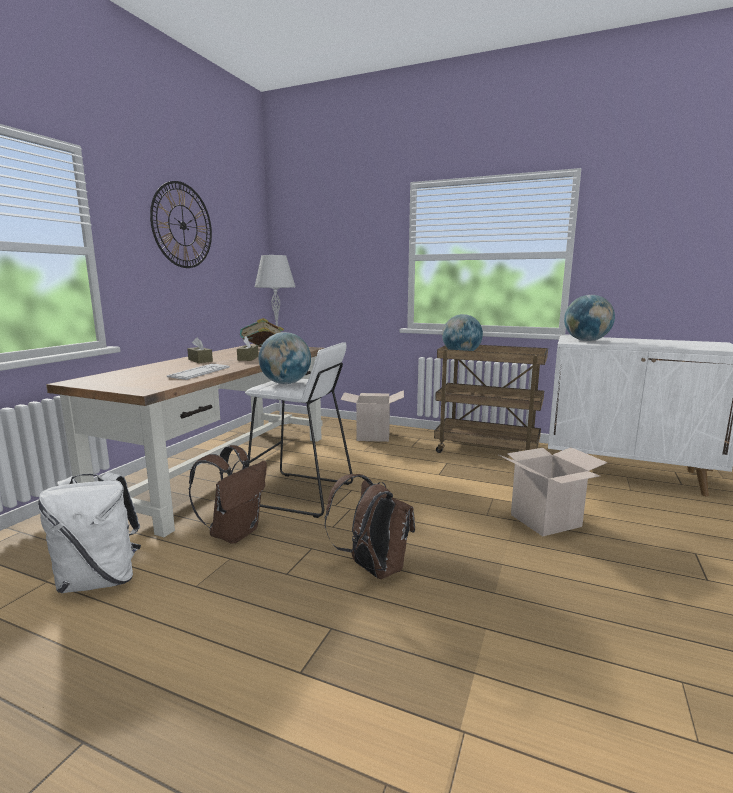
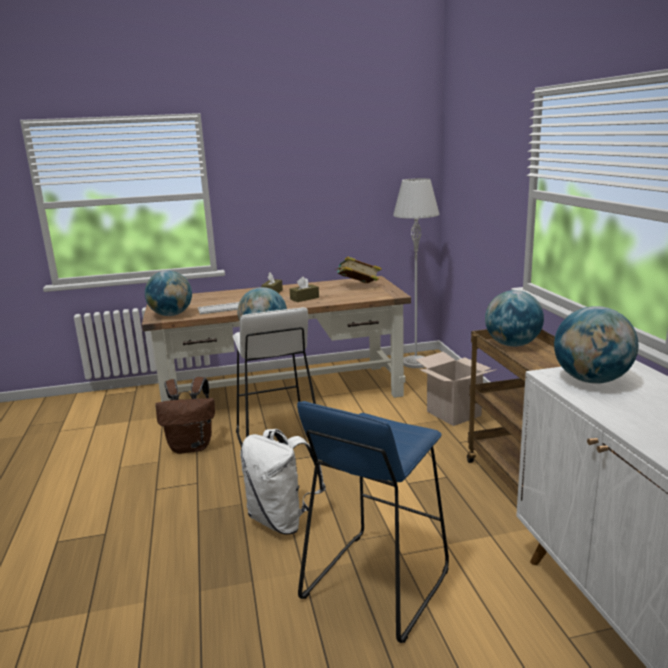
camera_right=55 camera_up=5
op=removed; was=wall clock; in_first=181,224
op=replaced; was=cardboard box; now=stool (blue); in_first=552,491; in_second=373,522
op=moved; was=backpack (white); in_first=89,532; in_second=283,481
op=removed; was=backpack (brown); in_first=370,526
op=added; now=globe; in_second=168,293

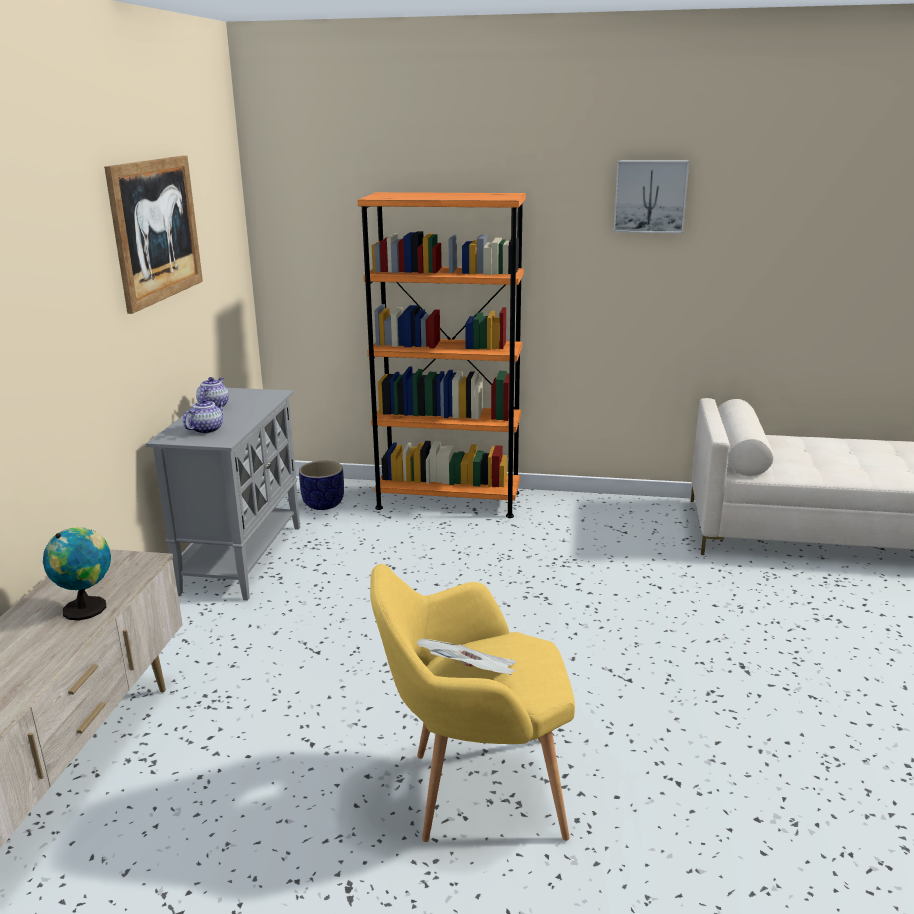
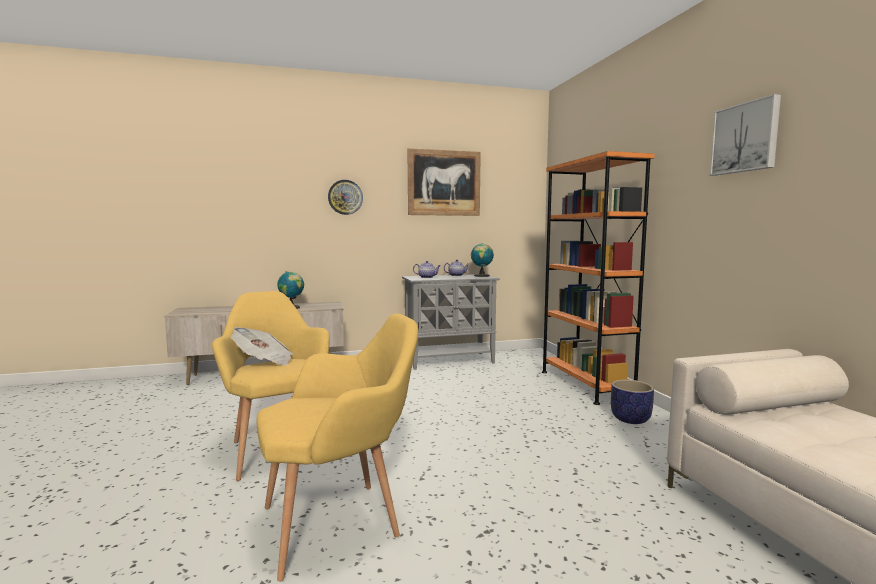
camera_right=65 camera_up=-15
op=moved; was=planter; in_first=321,485; in_second=632,401
op=added; now=wall clock; in_second=345,197
op=added; now=globe; in_second=482,260
op=added; now=armchair (yellow); in_second=337,448

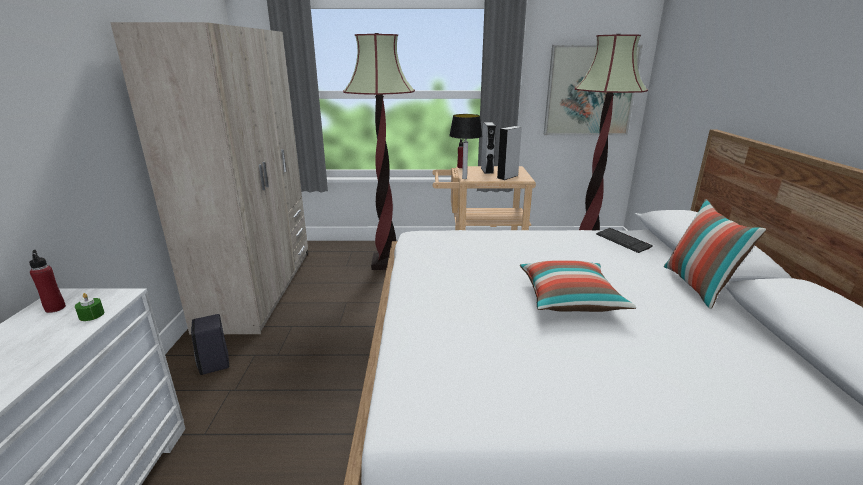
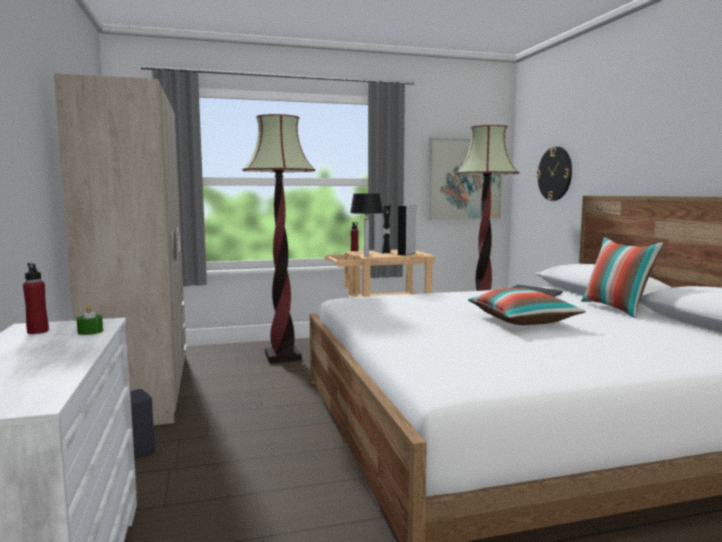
camera_right=-15 camera_up=-15
op=added; now=wall clock; in_second=554,174

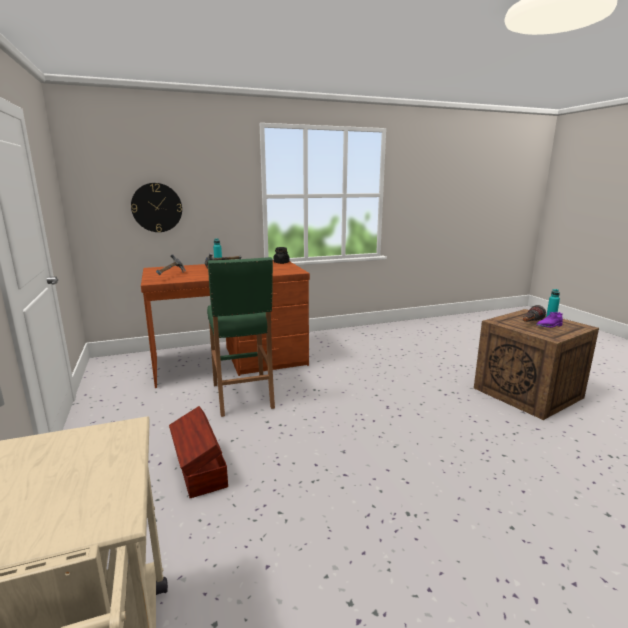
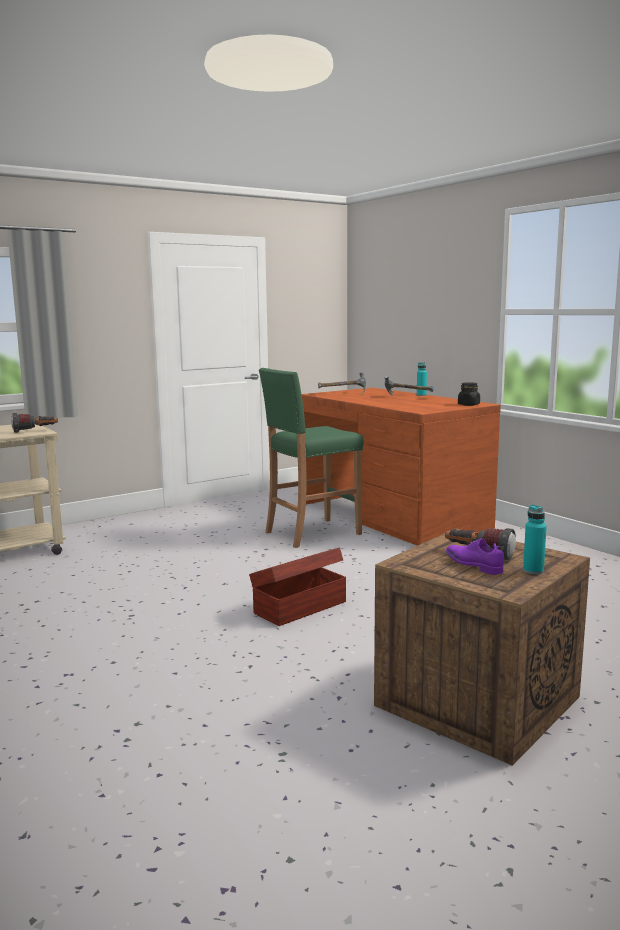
camera_right=75 camera_up=-5
op=removed; was=wall clock; in_first=156,207
op=moved; was=storage box (brown); in_first=198,452; in_second=297,587
op=added; now=flashlight; in_second=34,423

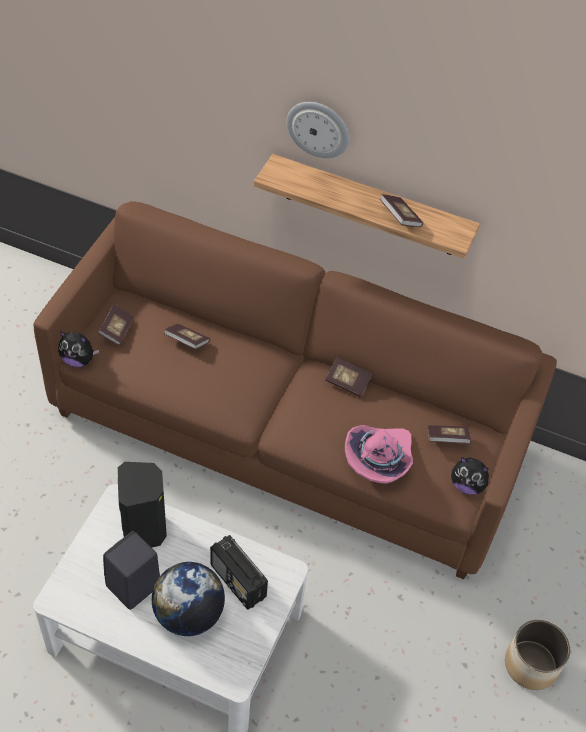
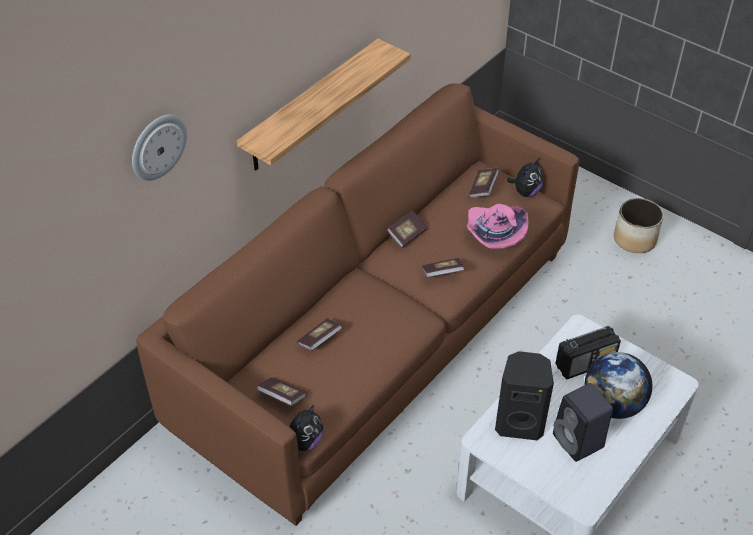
camera_right=-70 camera_up=-5
op=moved; was=wall clock; in_first=318,130; in_second=159,147
op=moved; was=book; in_first=401,210; in_second=443,268

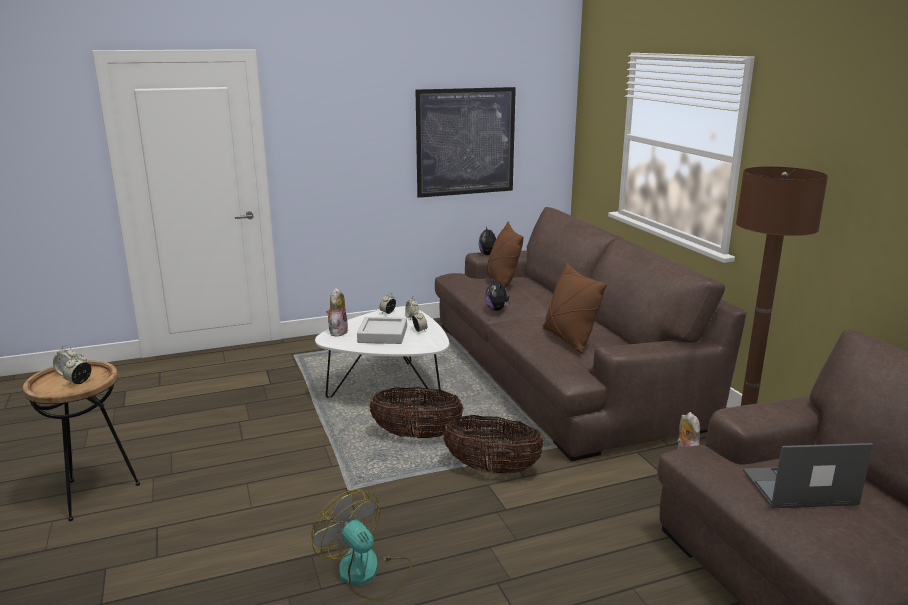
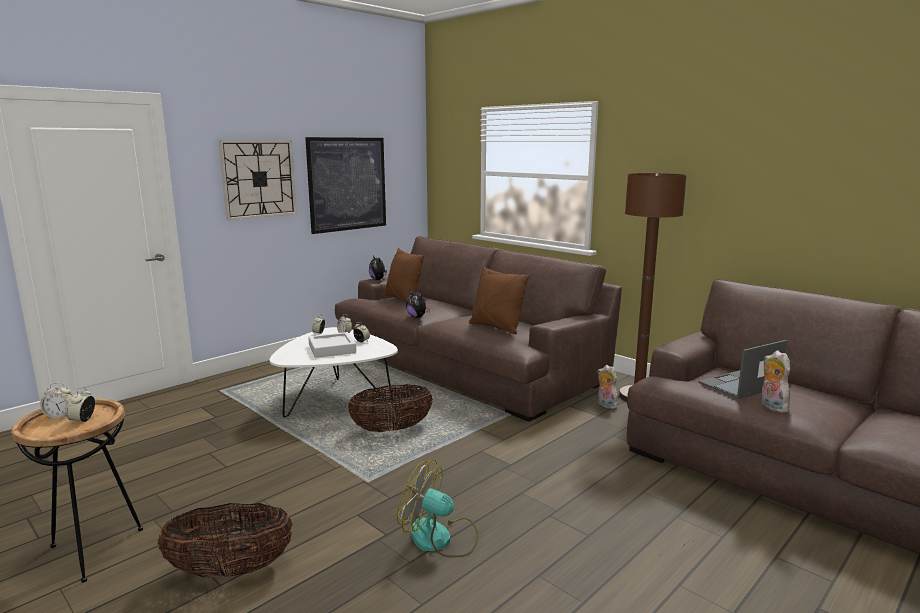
camera_right=-25 camera_up=-5
op=moved; was=plush toy; in_first=337,312; in_second=775,381
op=moved; was=basket; in_first=493,444; in_second=225,540
op=added; now=wall clock; in_second=258,180

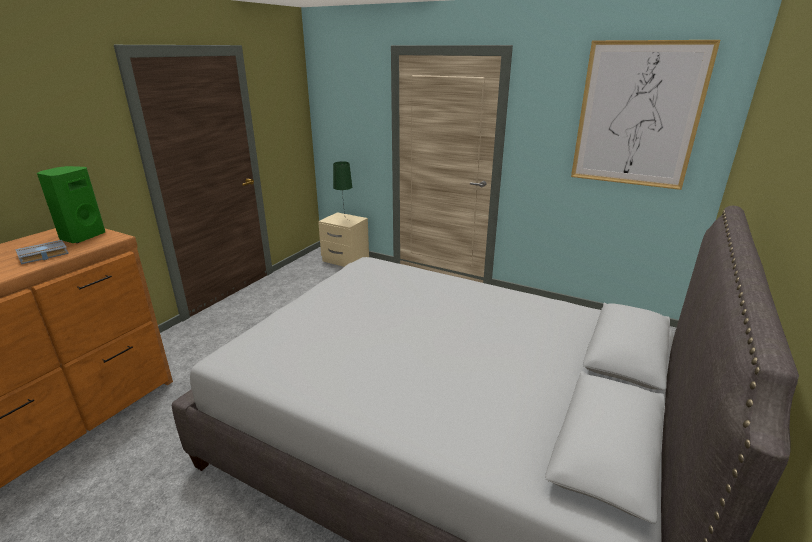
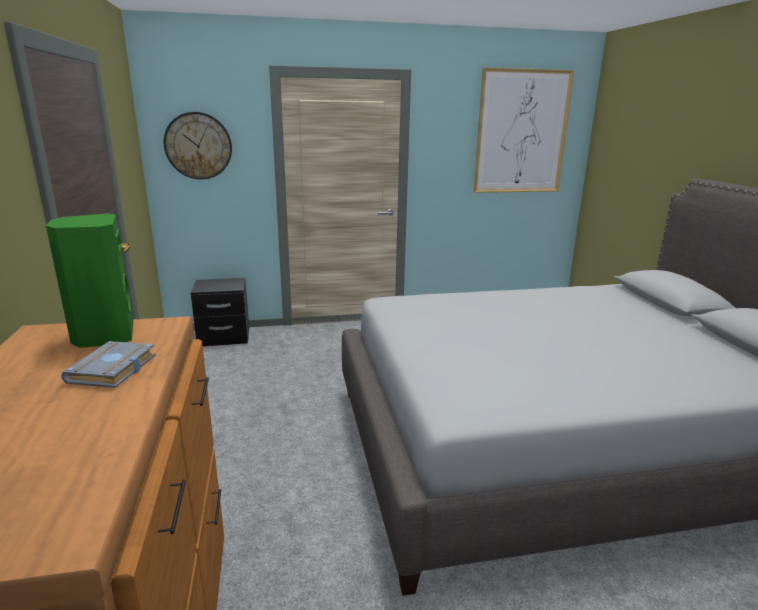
camera_right=-40 camera_up=-5
op=removed; was=table lamp (green); in_first=342,190
op=recoloured; was=nightstand (beige); now=nightstand (black); in_first=343,239; in_second=220,312
op=added; now=wall clock; in_second=198,146

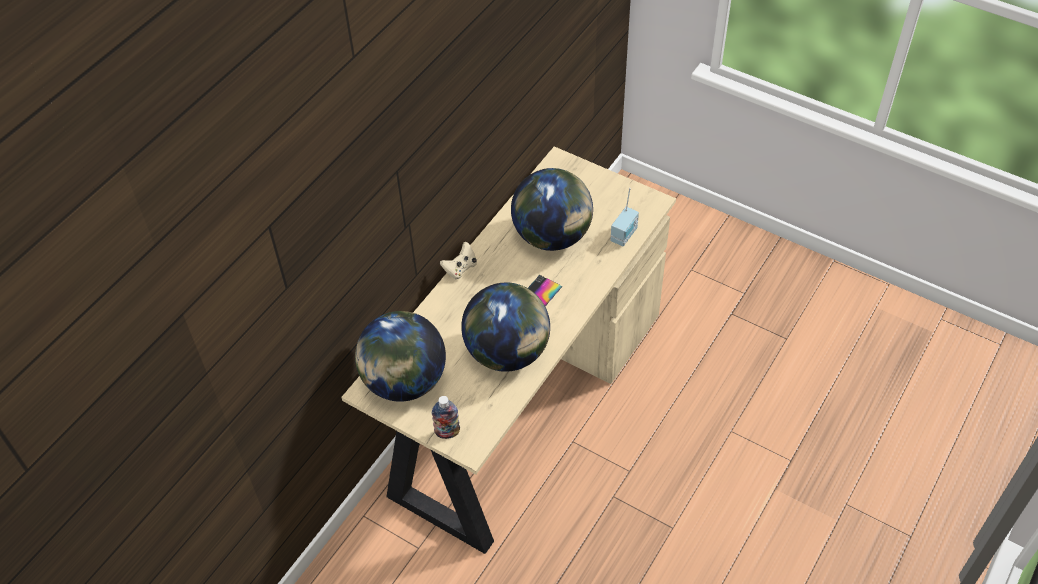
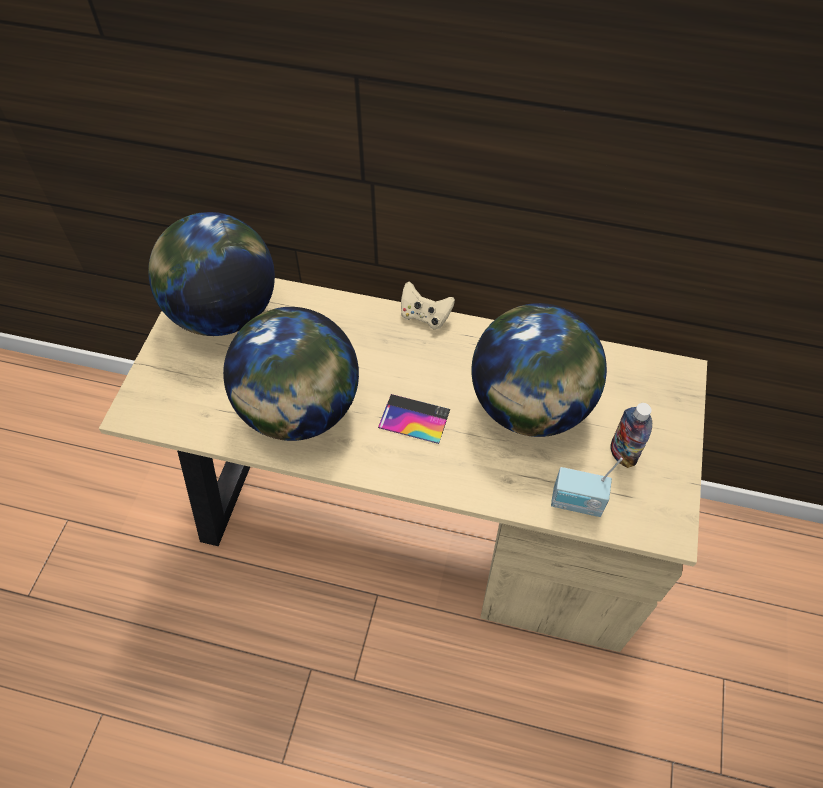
camera_right=70 camera_up=5
op=moved; was=bottle; in_first=446,417; in_second=631,435

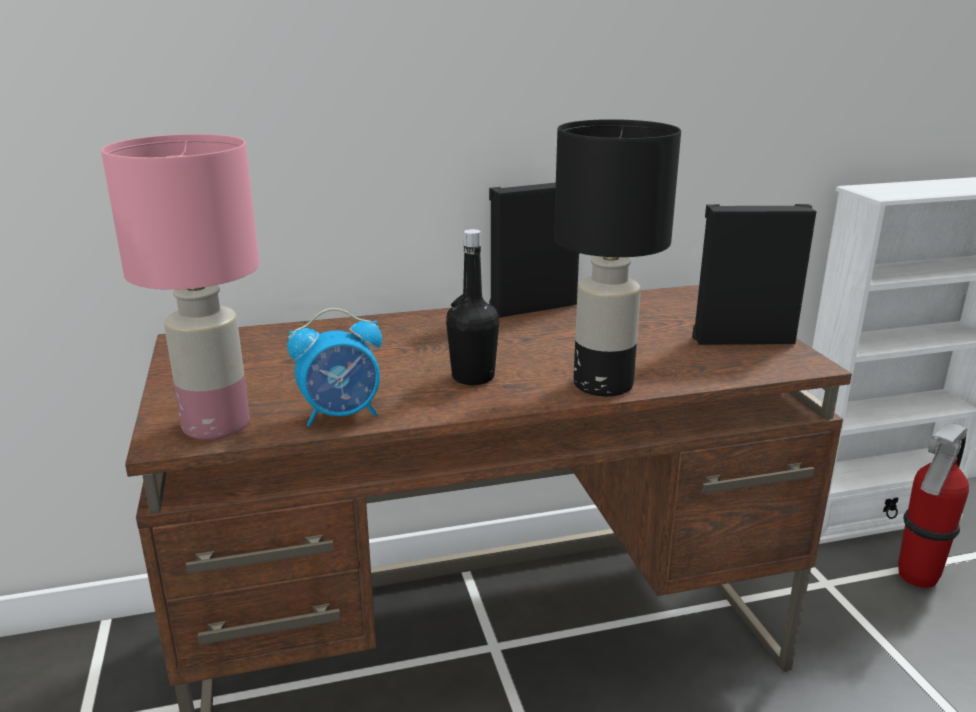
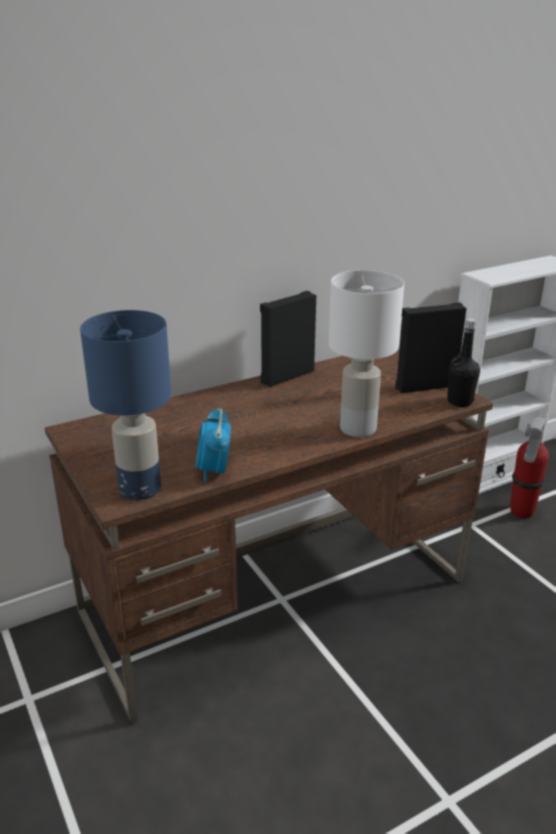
camera_right=-15 camera_up=5
op=recoloured; was=table lamp (black); now=table lamp (white); in_first=617,257; in_second=366,353
op=recoloured; was=table lamp (pink); now=table lamp (blue); in_first=180,287; in_second=125,405
op=moved; was=bottle (black); in_first=473,307; in_second=463,362
op=turned; was=alarm clock; in_first=334,367; in_second=213,445; clockwise=120

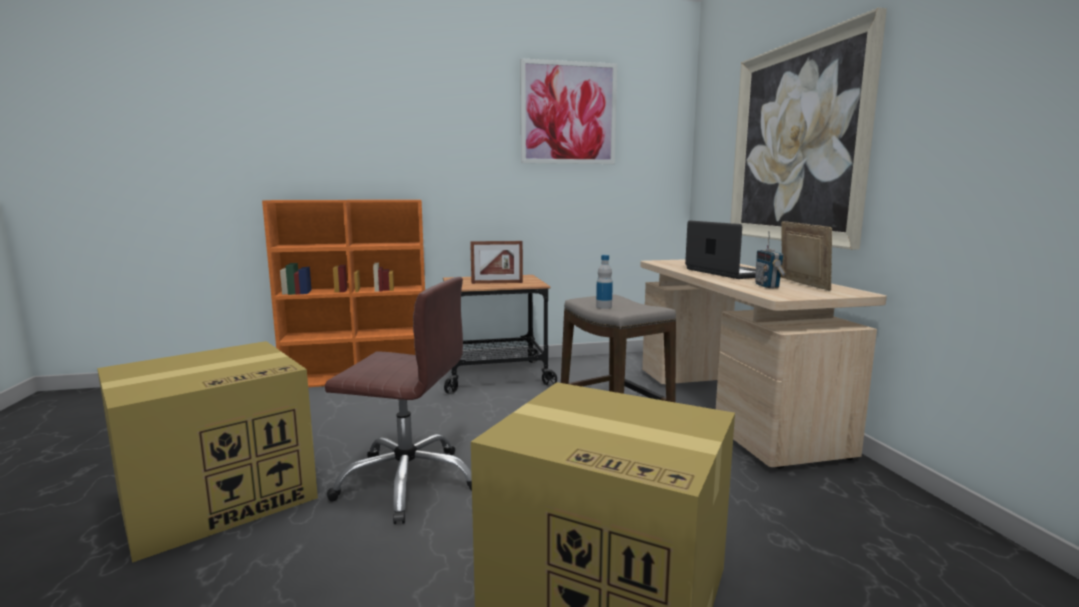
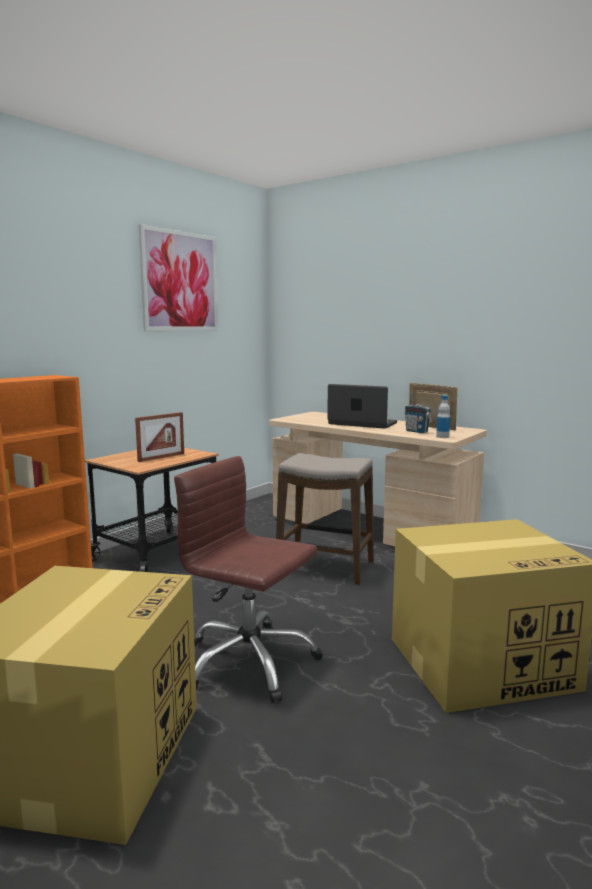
camera_right=-40 camera_up=0
op=removed; was=picture; in_first=808,129
op=moved; was=bottle; in_first=604,282; in_second=443,416
op=turned; was=office chair (brown); in_first=398,400; in_second=248,579; clockwise=-120

